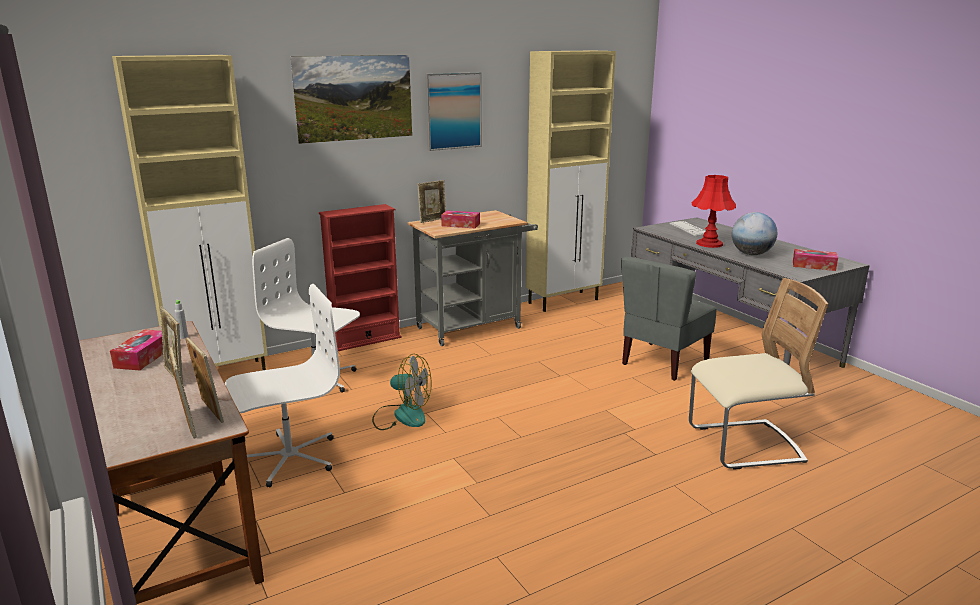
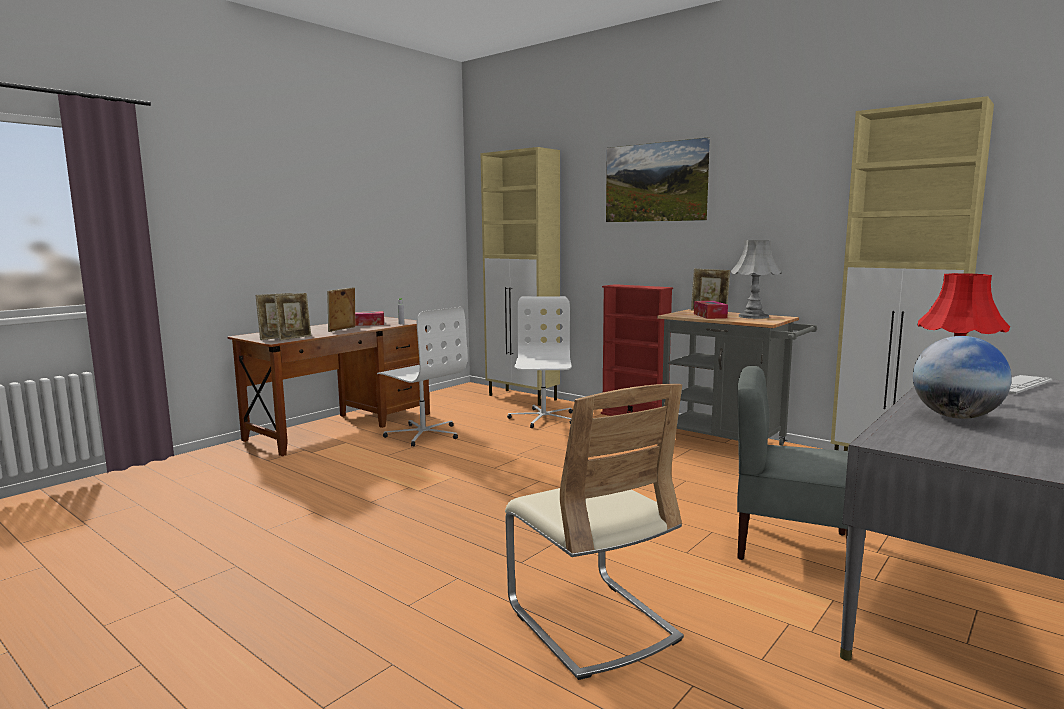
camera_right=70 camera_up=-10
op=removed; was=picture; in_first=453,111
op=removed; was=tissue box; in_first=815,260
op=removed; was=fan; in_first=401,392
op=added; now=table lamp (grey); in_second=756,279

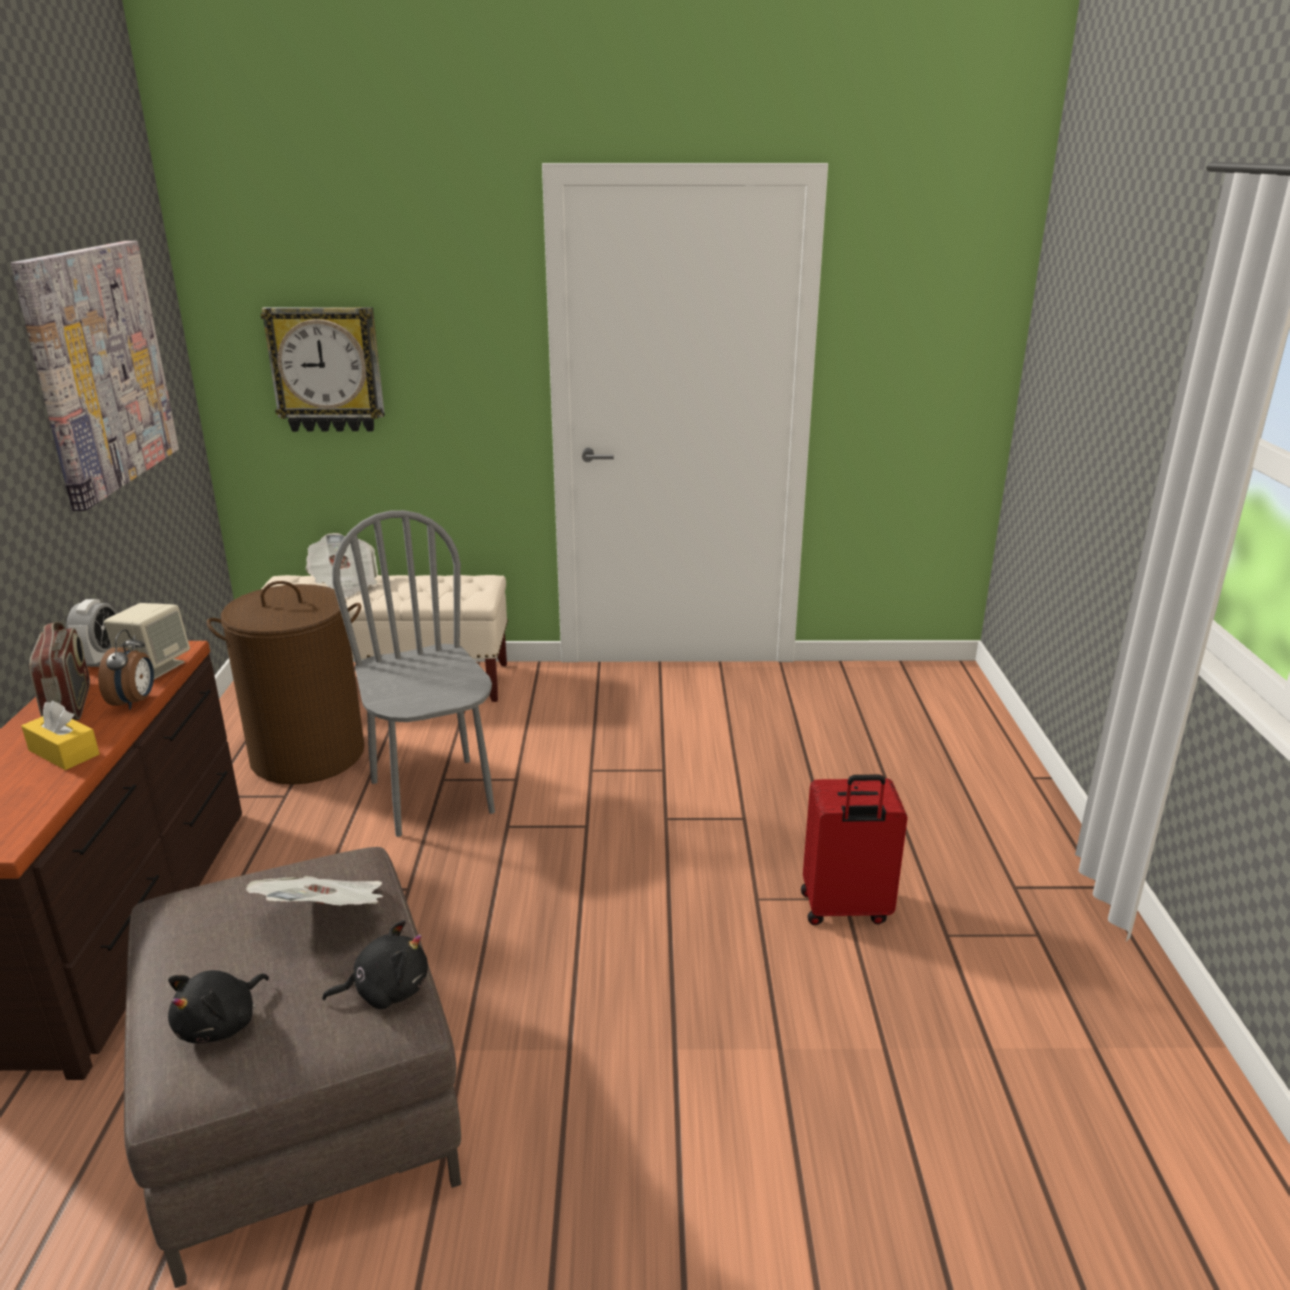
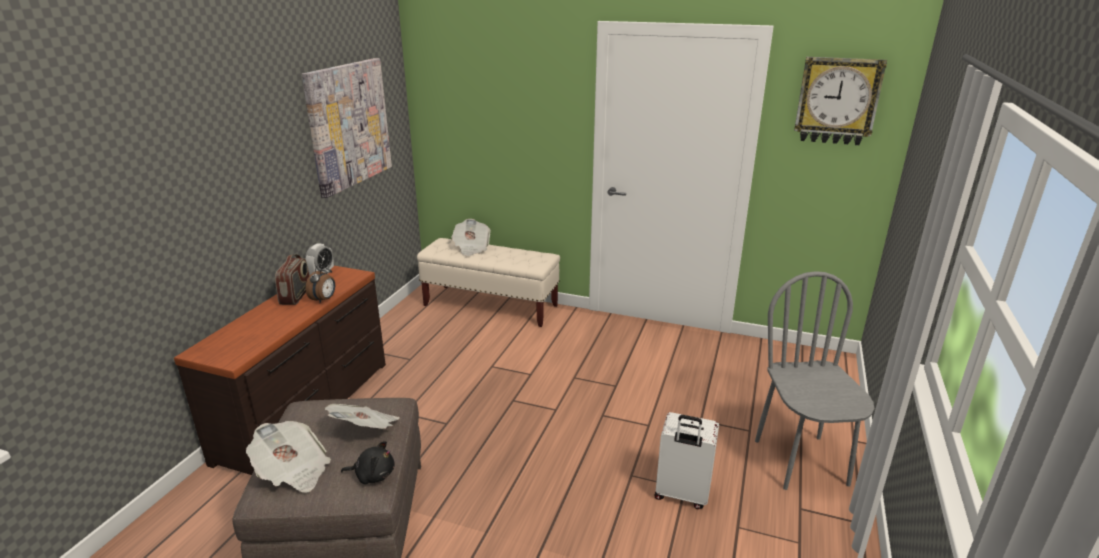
camera_right=20 camera_up=0
op=moved; was=wall clock; in_first=322,369; in_second=840,101
op=moved; was=chair (grey); in_first=413,673; in_second=814,380
op=removed; was=laundry basket (brown); in_first=286,683
op=removed; was=speaker (beige); in_first=147,641
op=removed; was=tissue box (yellow); in_first=60,735
op=recoloured; was=suitcase (red); now=suitcase (white); in_first=854,850; in_second=686,460
op=replaced; was=plush toy (black); now=newspaper; in_first=218,1006; in_second=288,457

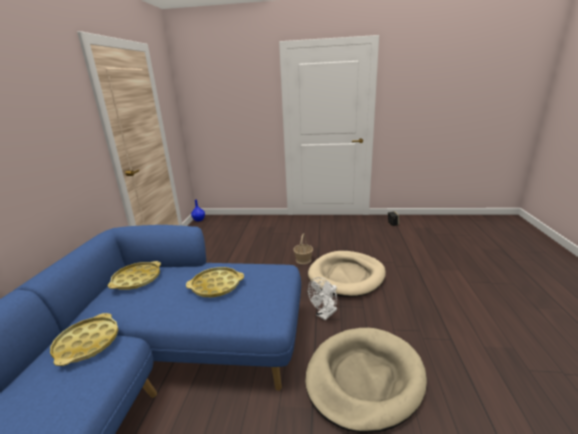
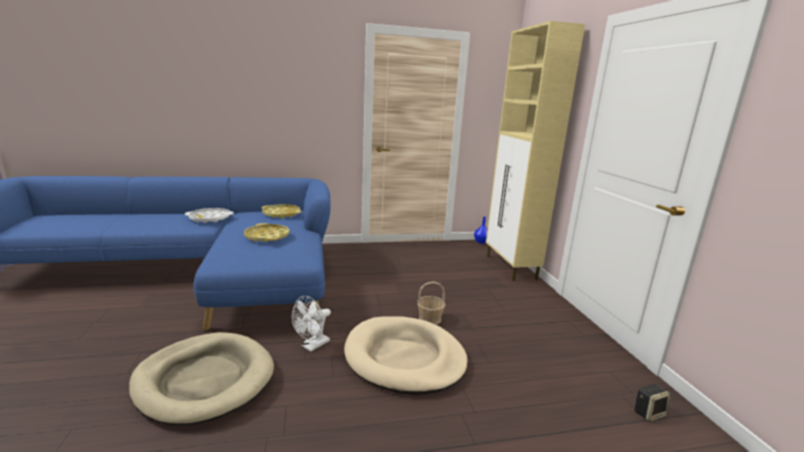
camera_right=70 camera_up=-5
op=turned; was=fan (white); in_first=322,298; in_second=311,324; clockwise=-75
op=recoloured; was=tray (yellow); now=tray (white); in_first=84,339; in_second=209,215
op=added; now=cabinet (beige); in_second=535,151

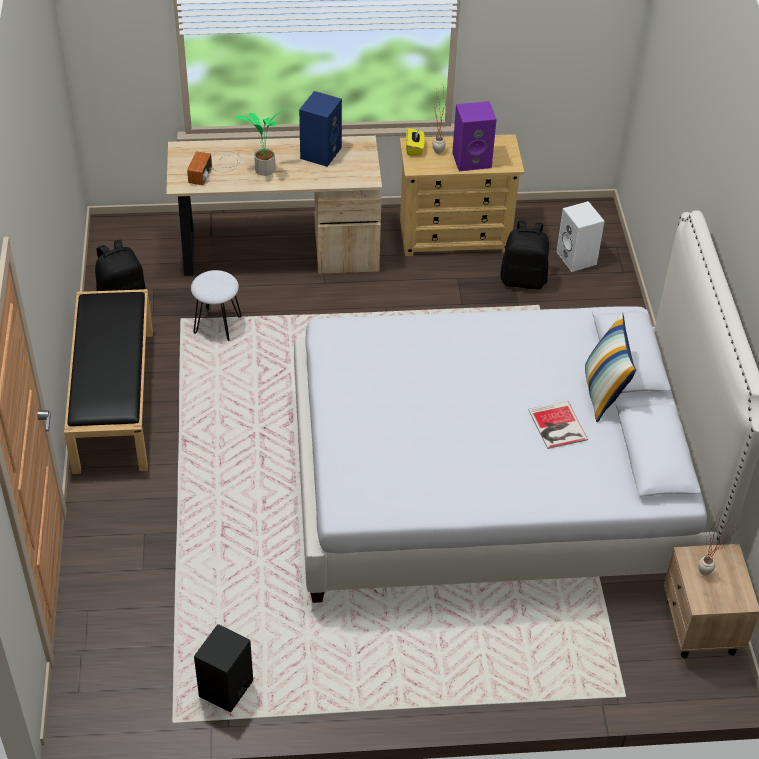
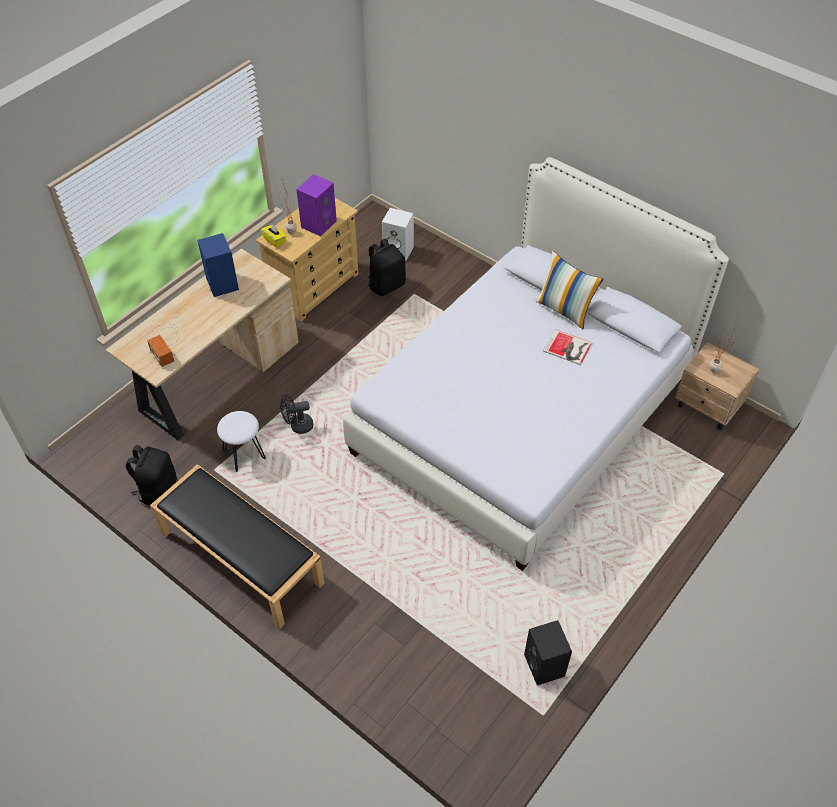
camera_right=-45 camera_up=5
op=removed; was=potted plant; in_first=261,142
op=added; now=fan (black); in_second=296,414

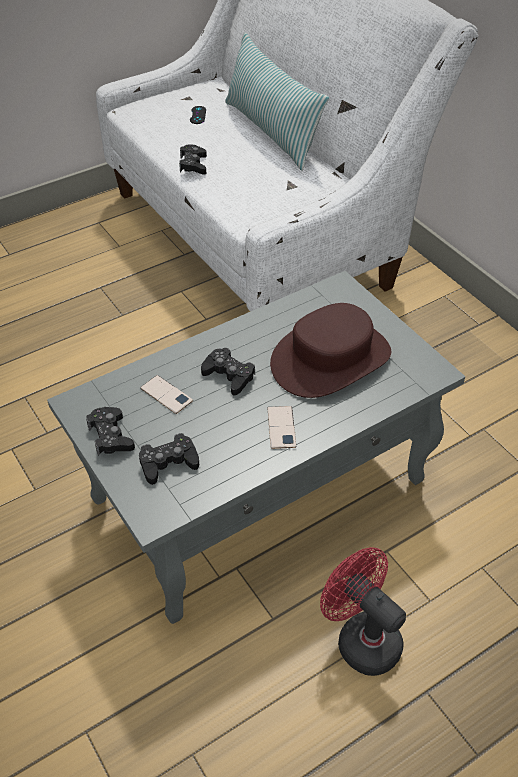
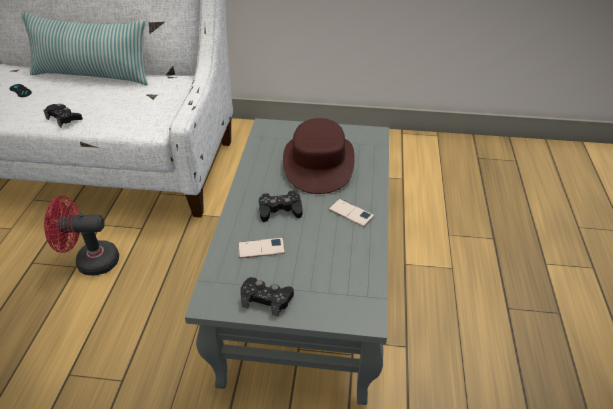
camera_right=-50 camera_up=-5
op=removed; was=game controller (black); in_first=169,459
op=moved; was=fan (red); in_first=363,611; in_second=81,236

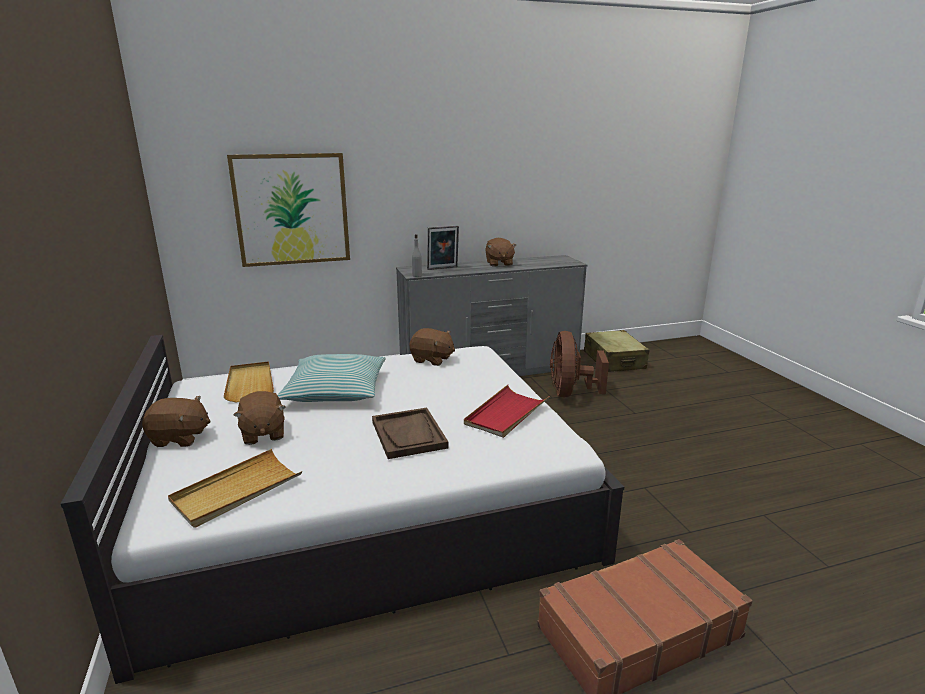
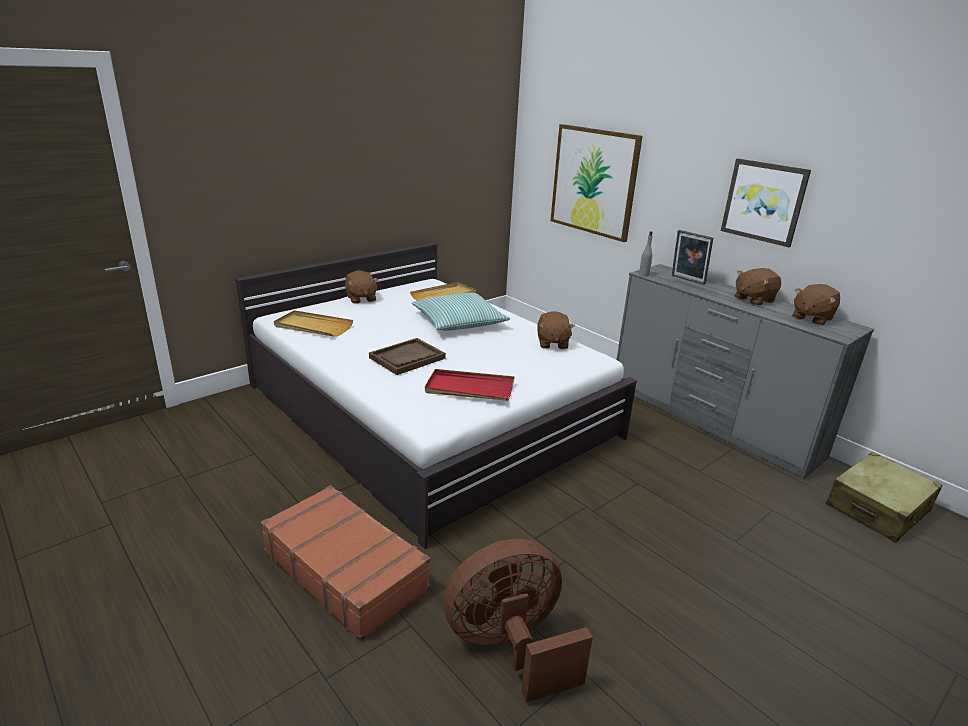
camera_right=65 camera_up=5
op=moved; was=fan (brown); in_first=579,364; in_second=518,621
op=moved; was=plush toy (brown); in_first=260,418; in_second=816,304
op=added; now=picture; in_second=766,202

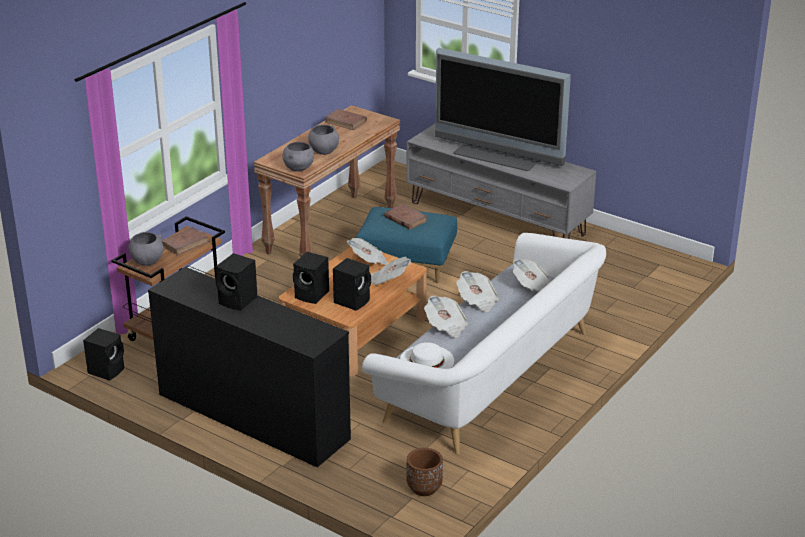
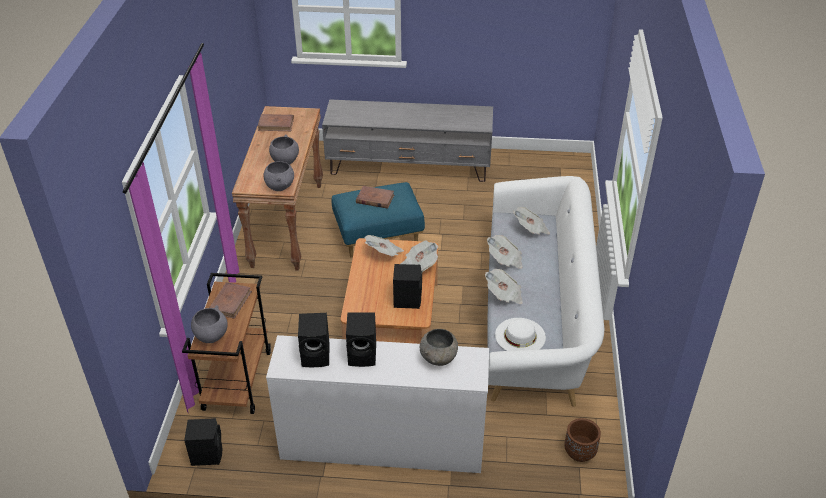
camera_right=-30 camera_up=10
op=removed; was=television; in_first=503,109
op=moved; was=speaker (black); in_first=311,278; in_second=314,340
op=recoloured; was=dresser (black); now=dresser (white); in_first=249,367; in_second=377,404
op=added; now=bowl (grey); in_second=439,347

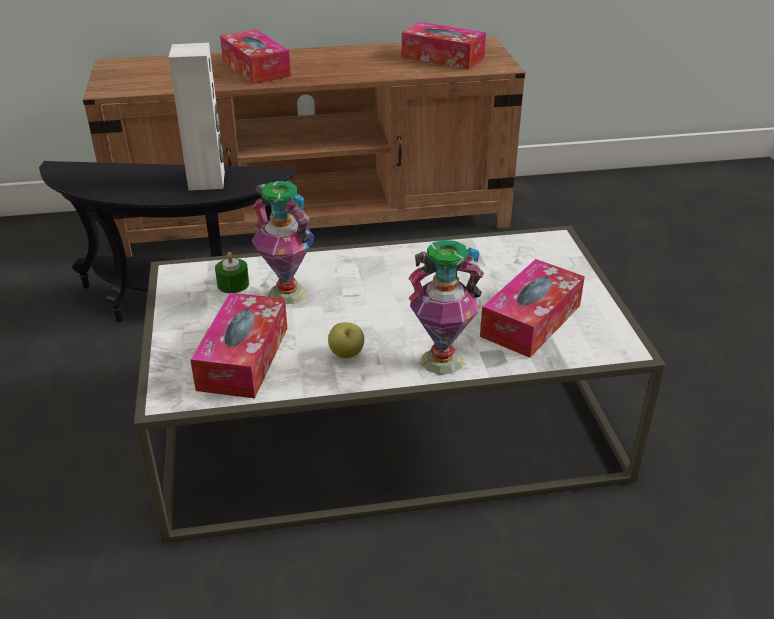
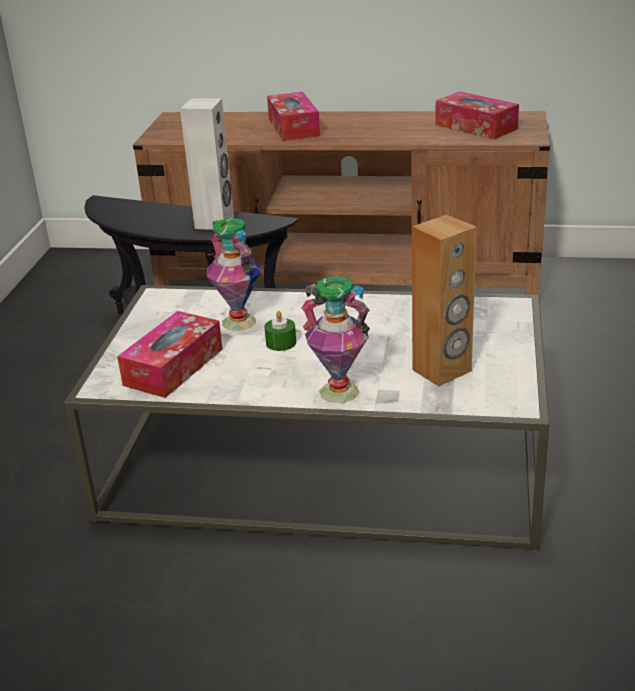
camera_right=20 camera_up=-5
op=moved; was=candle (green); in_first=232,272; in_second=280,331
op=replaced; was=tissue box; now=speaker (brown); in_first=532,308; in_second=444,300
op=removed; was=apple; in_first=346,340

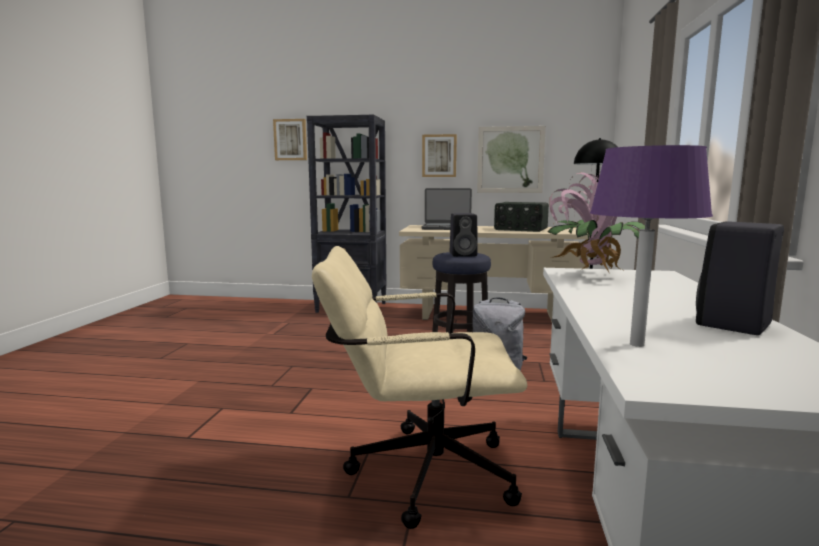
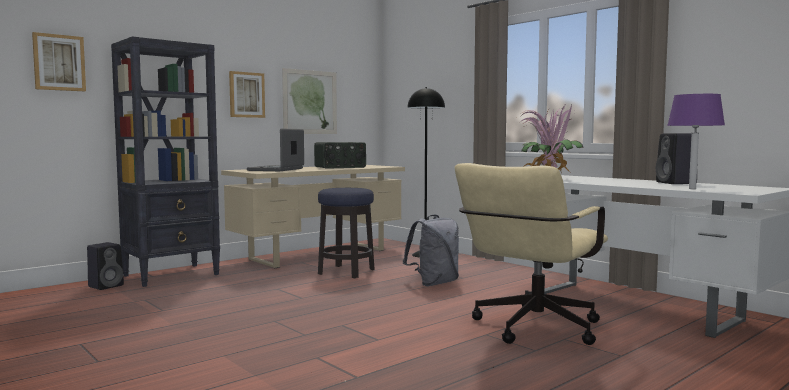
camera_right=-50 camera_up=-5
op=turned; was=laptop; in_first=447,209; in_second=275,149; clockwise=150
op=moved; was=speaker (black); in_first=463,235; in_second=105,266

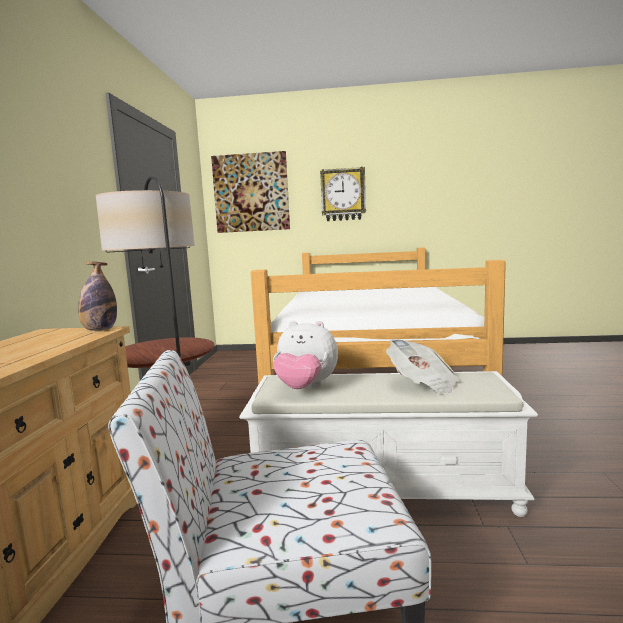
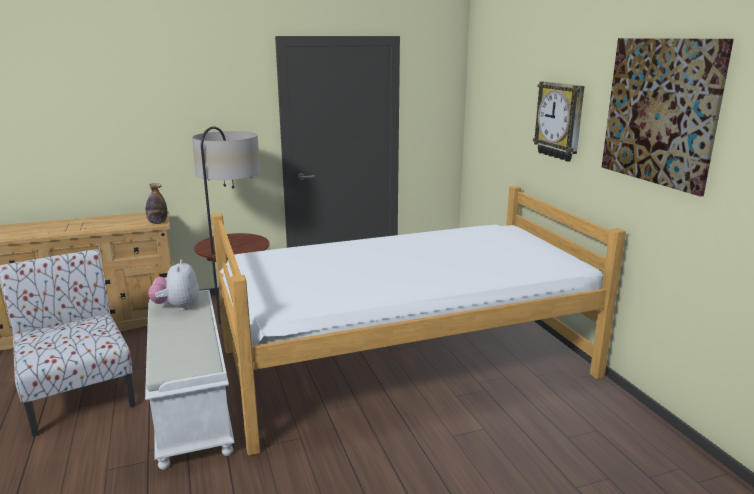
camera_right=65 camera_up=10
op=moved; was=picture; in_first=250,192; in_second=668,117
op=removed; was=newspaper; in_first=422,367

